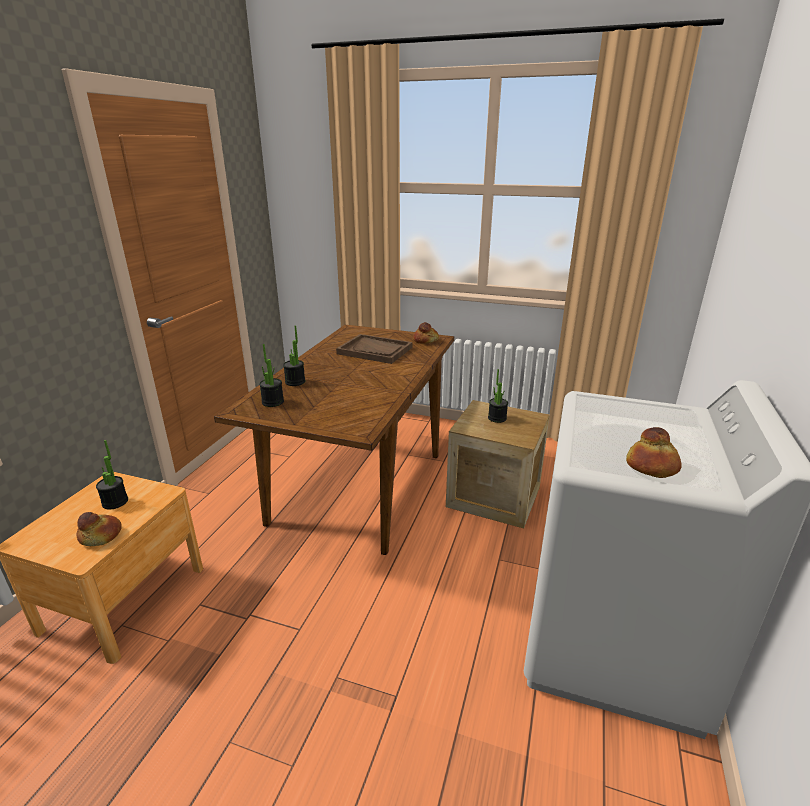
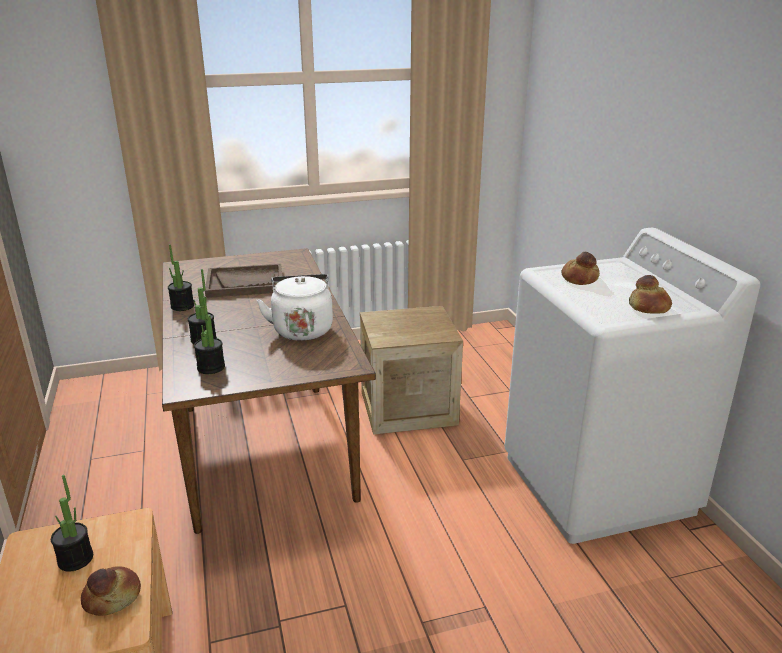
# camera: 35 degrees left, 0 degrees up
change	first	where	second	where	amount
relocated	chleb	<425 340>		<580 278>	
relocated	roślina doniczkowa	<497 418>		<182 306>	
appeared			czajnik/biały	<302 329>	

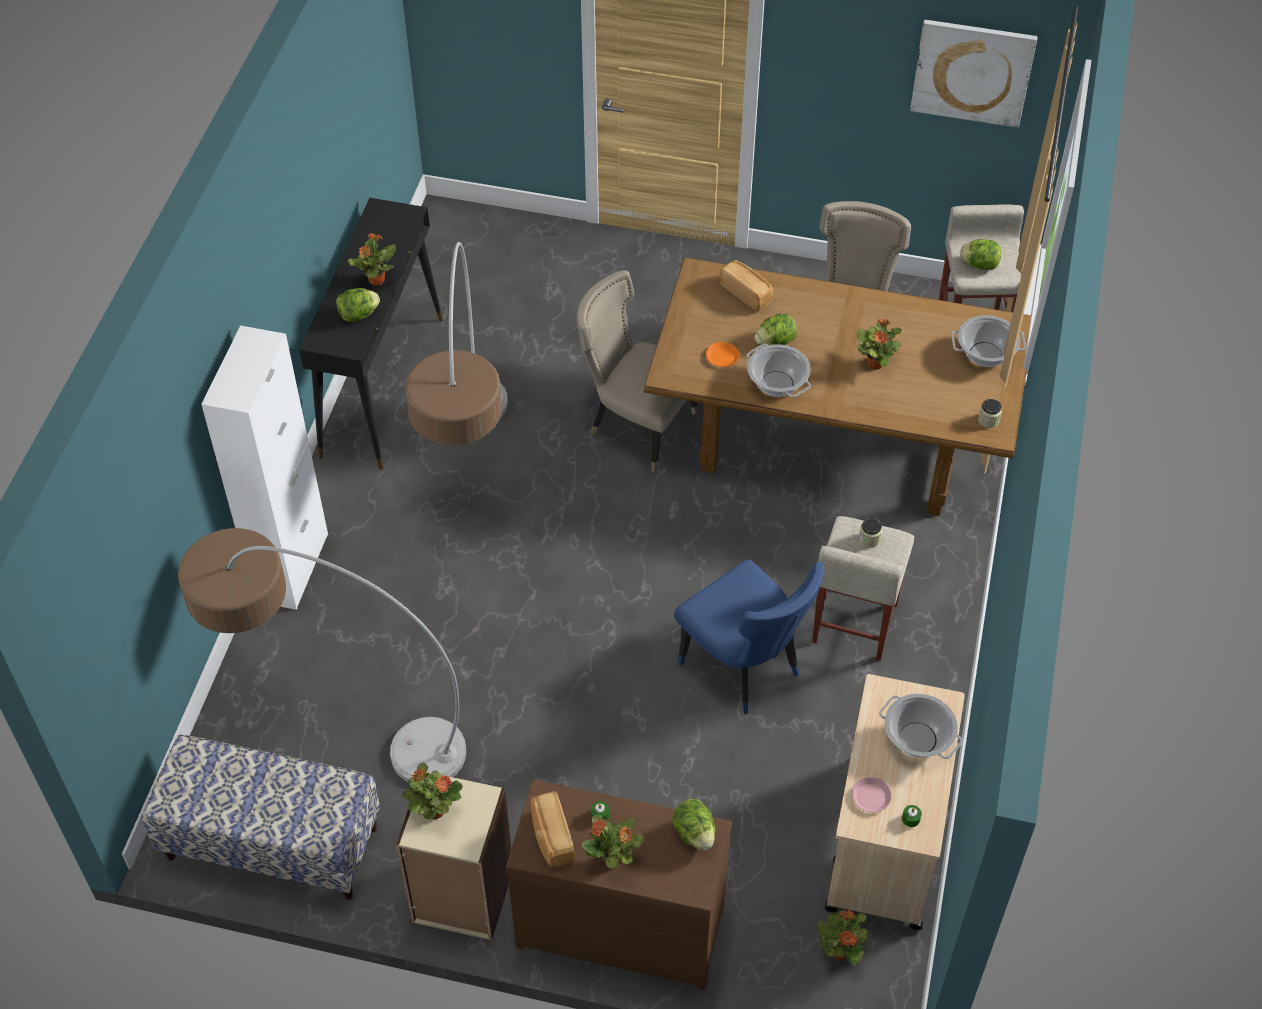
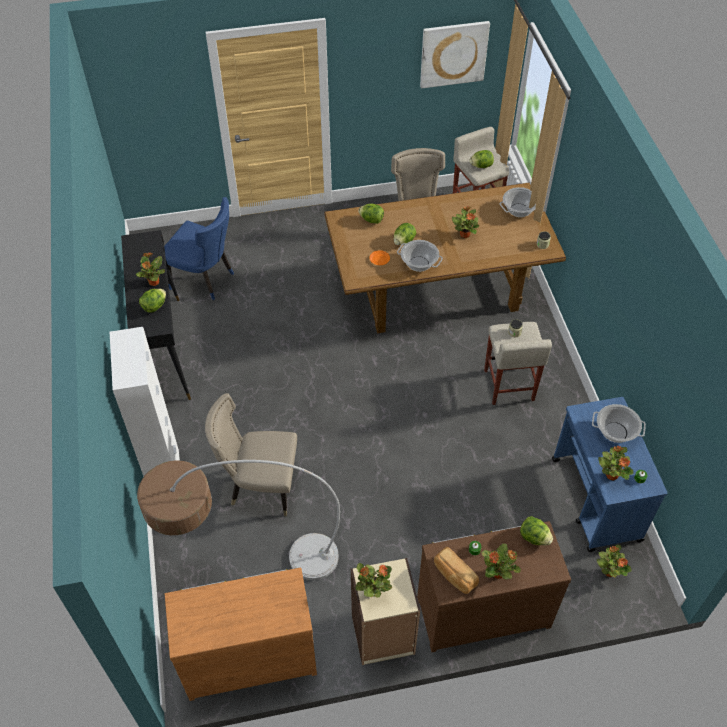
# camera: 25 degrees left, 0 degrees up
change	first	where	second	where	amount
missing	lampa stojąca	<471 474>			
exchanged	chleb	<746 293>	sałata	<371 220>	
relocated	krzesło/beżowy	<637 425>		<260 486>	
relocated	krzesło/niebieski	<745 668>		<205 280>	
colour	wózek/beżowy	<885 842>	wózek/niebieski	<596 500>	
exchanged	ławka	<271 843>	komoda/brązowy	<248 654>	
exchanged	talerz/różowy	<871 797>	roślina doniczkowa	<611 475>	

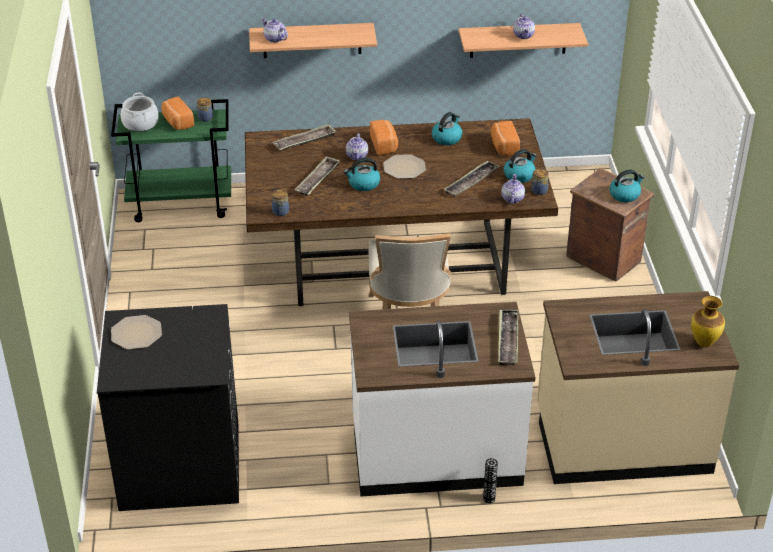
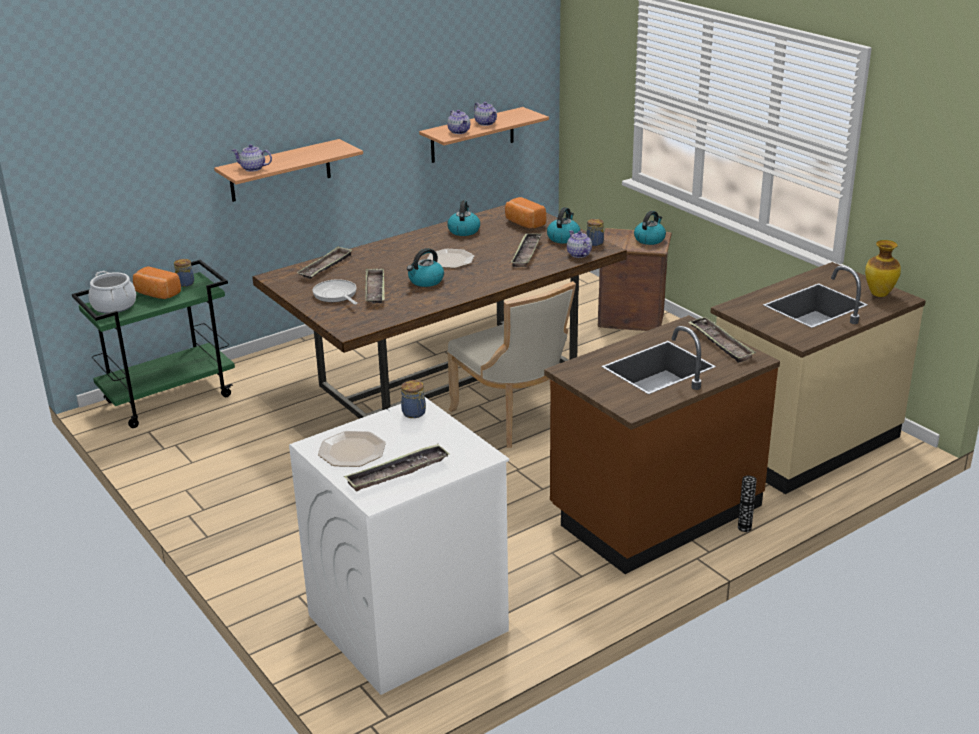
# camera: 30 degrees left, 10 degrees down
change	first	where	second	where	amount
missing	chleb	<384 145>			
relocated	imbryk	<357 156>		<459 131>	
relocated	słoik	<280 212>		<414 413>	
colour	zabudowa kuchenna/biały	<436 452>	zabudowa kuchenna/brązowy	<654 510>	
colour	pralka/czarny	<179 466>	pralka/biały	<407 624>	
appeared			patelnia	<336 295>	
appeared			taca	<397 472>	

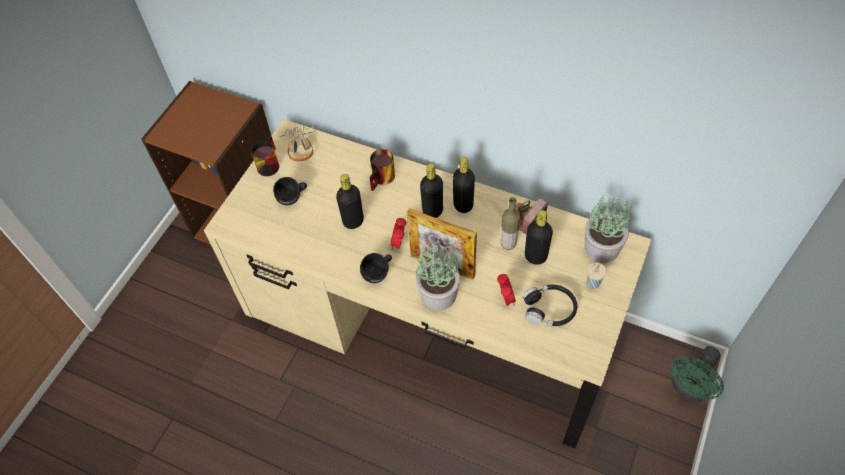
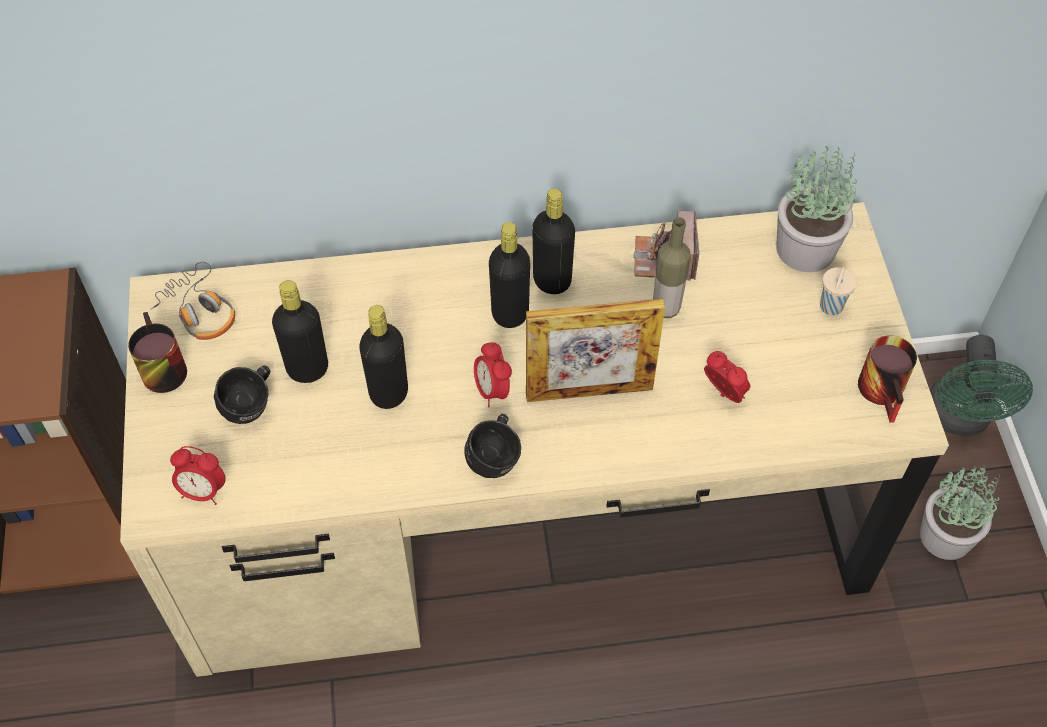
# camera: 35 degrees left, 0 degrees up
change	first	where	second	where	amount
relocated	kubek	<383 179>		<886 393>	
relocated	butelka/czarny	<535 256>		<307 369>	
relocated	roślina doniczkowa	<439 294>		<946 535>	
missing	słuchawki/czarny	<549 309>			
appeared			budzik	<203 491>	

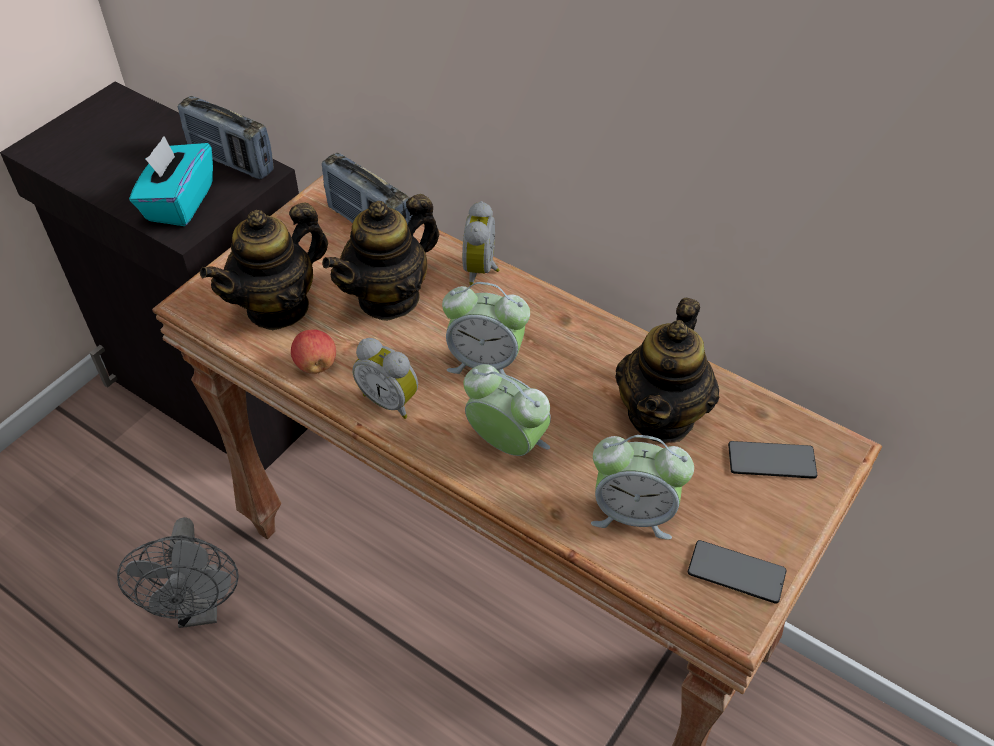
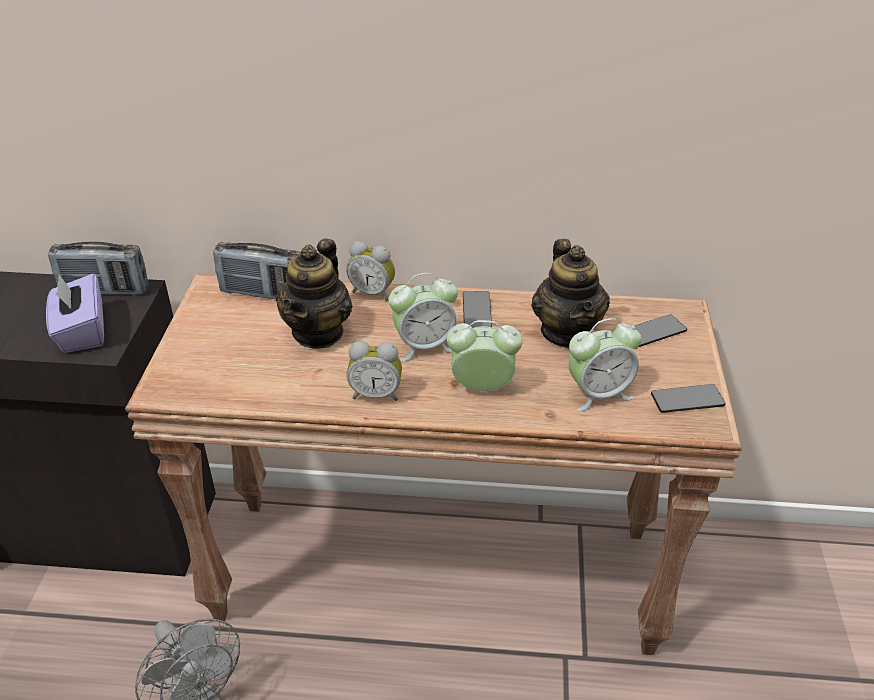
# camera: 30 degrees left, 10 degrees down
change	first	where	second	where	amount
colour	pudełko chusteczek/turkusowy	<179 202>	pudełko chusteczek/fioletowy	<82 332>	
spun	budzik	<483 270>		<373 292>	45 degrees counterclockwise
missing	imbryk	<278 307>			
missing	jabłko	<316 364>			
appeared			telefon	<477 311>	

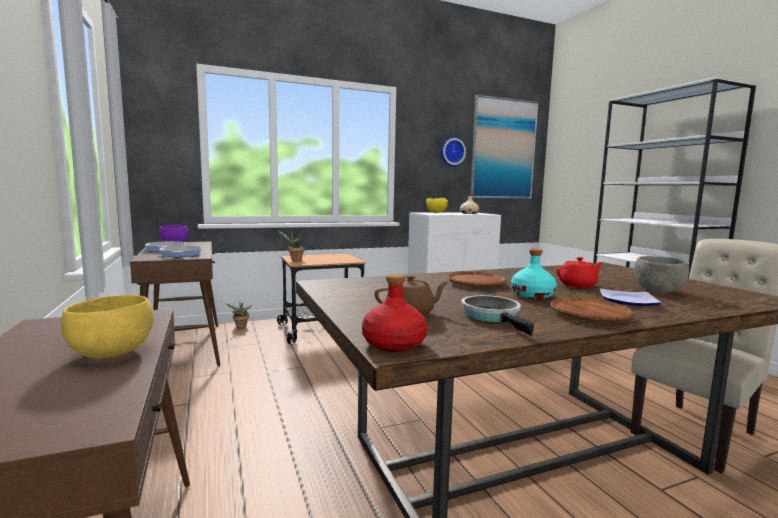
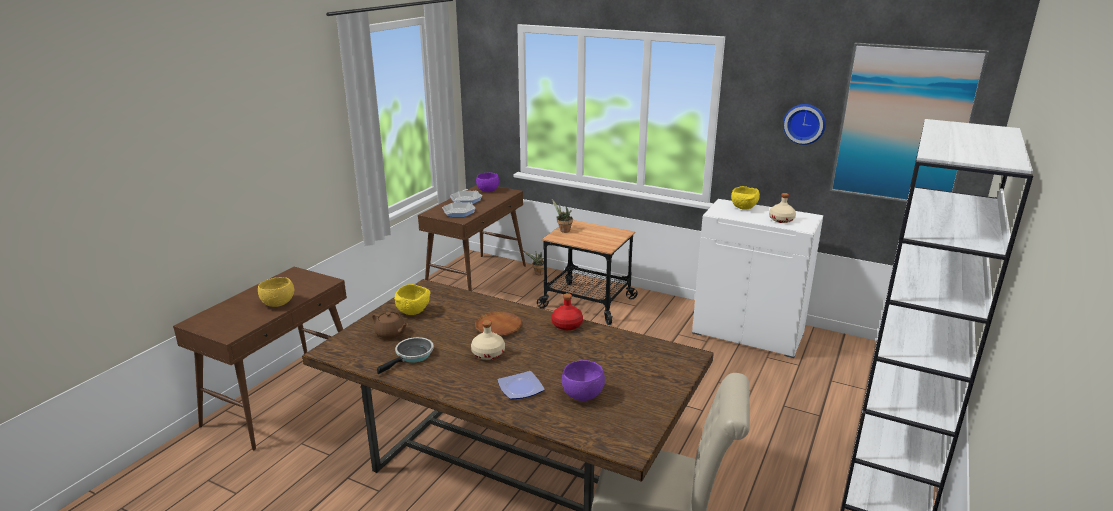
# camera: 50 degrees right, 15 degrees up
change	first	where	second	where	amount
colour	butelka/turkusowy	<532 295>	butelka/beżowy	<488 353>	
colour	miska/szary	<657 291>	miska/fioletowy	<582 395>	
missing	imbryk/czerwony	<578 285>			
relocated	butelka/czerwony	<393 344>		<566 325>	
missing	talerz/brązowy	<589 315>			
appeared			miska/żółty	<413 312>	

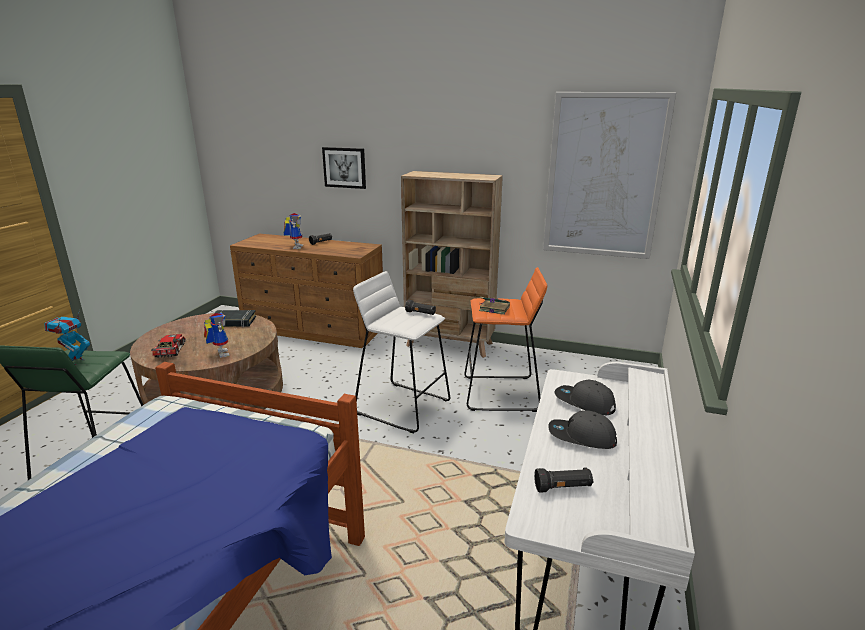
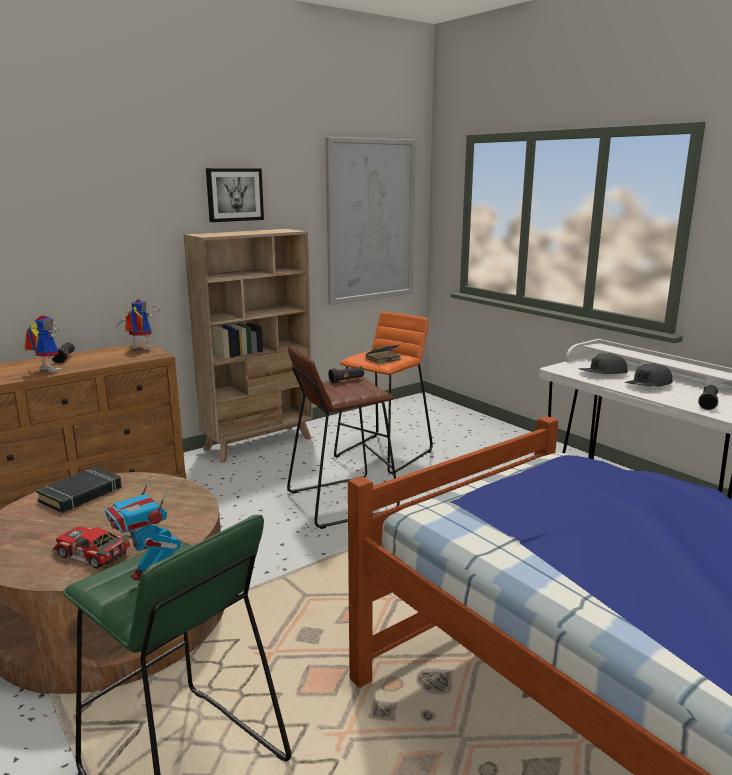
# camera: 55 degrees left, 5 degrees down
change	first	where	second	where	amount
relocated	obraz	<344 167>		<234 194>	
colour	stołek/biały	<402 406>	stołek/brązowy	<340 501>	
relocated	robot zabawkowy	<219 353>		<139 349>	

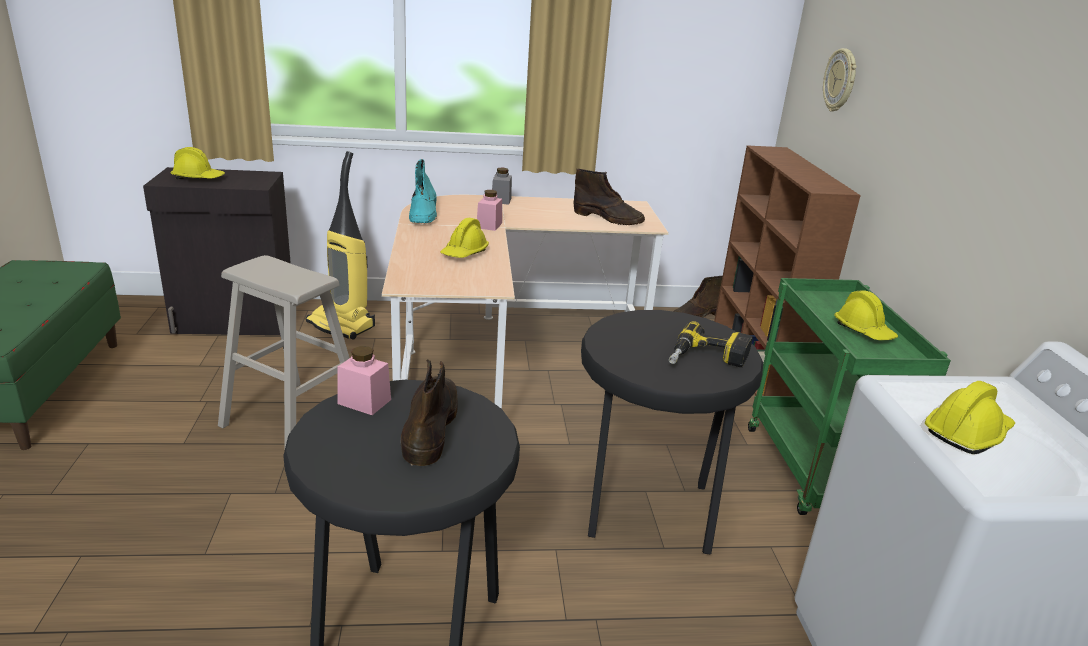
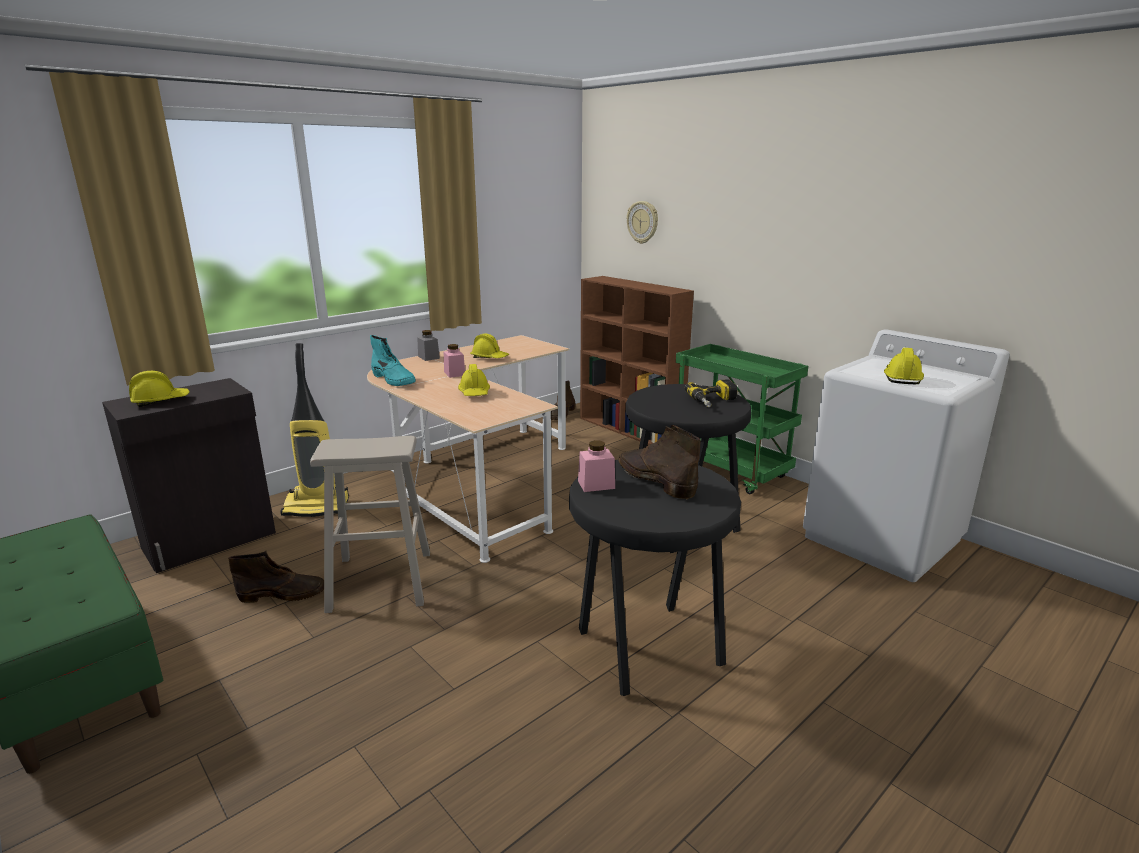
# camera: 35 degrees left, 5 degrees down
change	first	where	second	where	amount
relocated	but z cholewką/brązowy	<608 218>		<283 594>	
relocated	kask/żółty	<864 331>		<489 357>	

